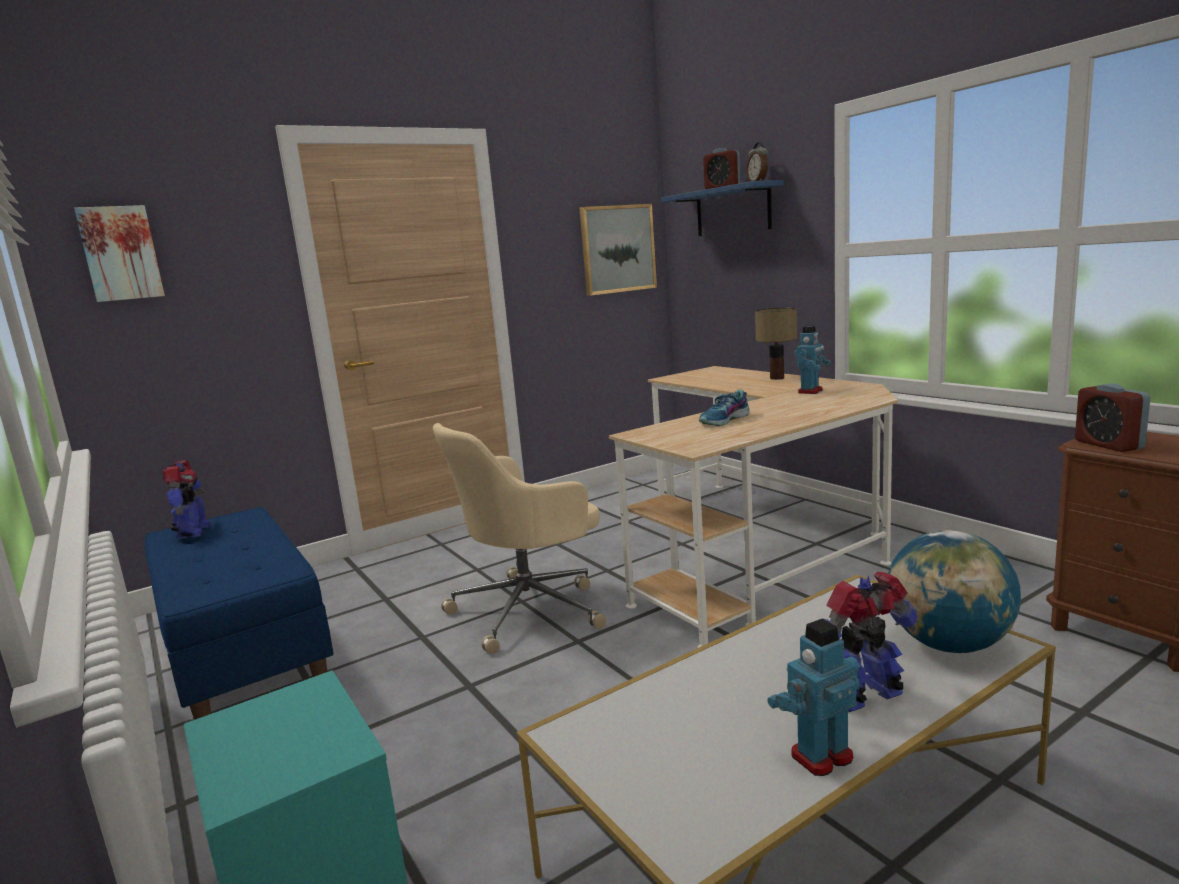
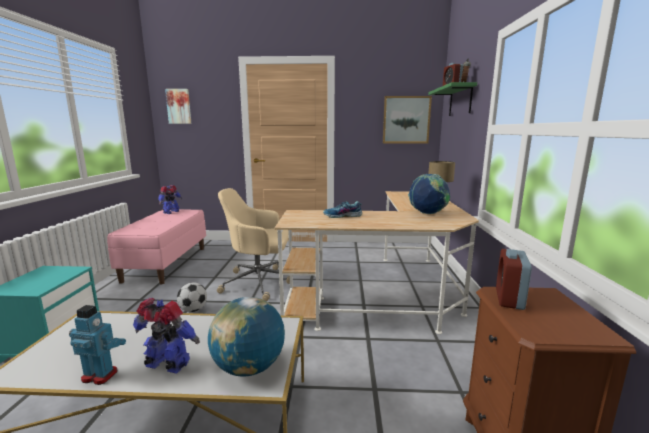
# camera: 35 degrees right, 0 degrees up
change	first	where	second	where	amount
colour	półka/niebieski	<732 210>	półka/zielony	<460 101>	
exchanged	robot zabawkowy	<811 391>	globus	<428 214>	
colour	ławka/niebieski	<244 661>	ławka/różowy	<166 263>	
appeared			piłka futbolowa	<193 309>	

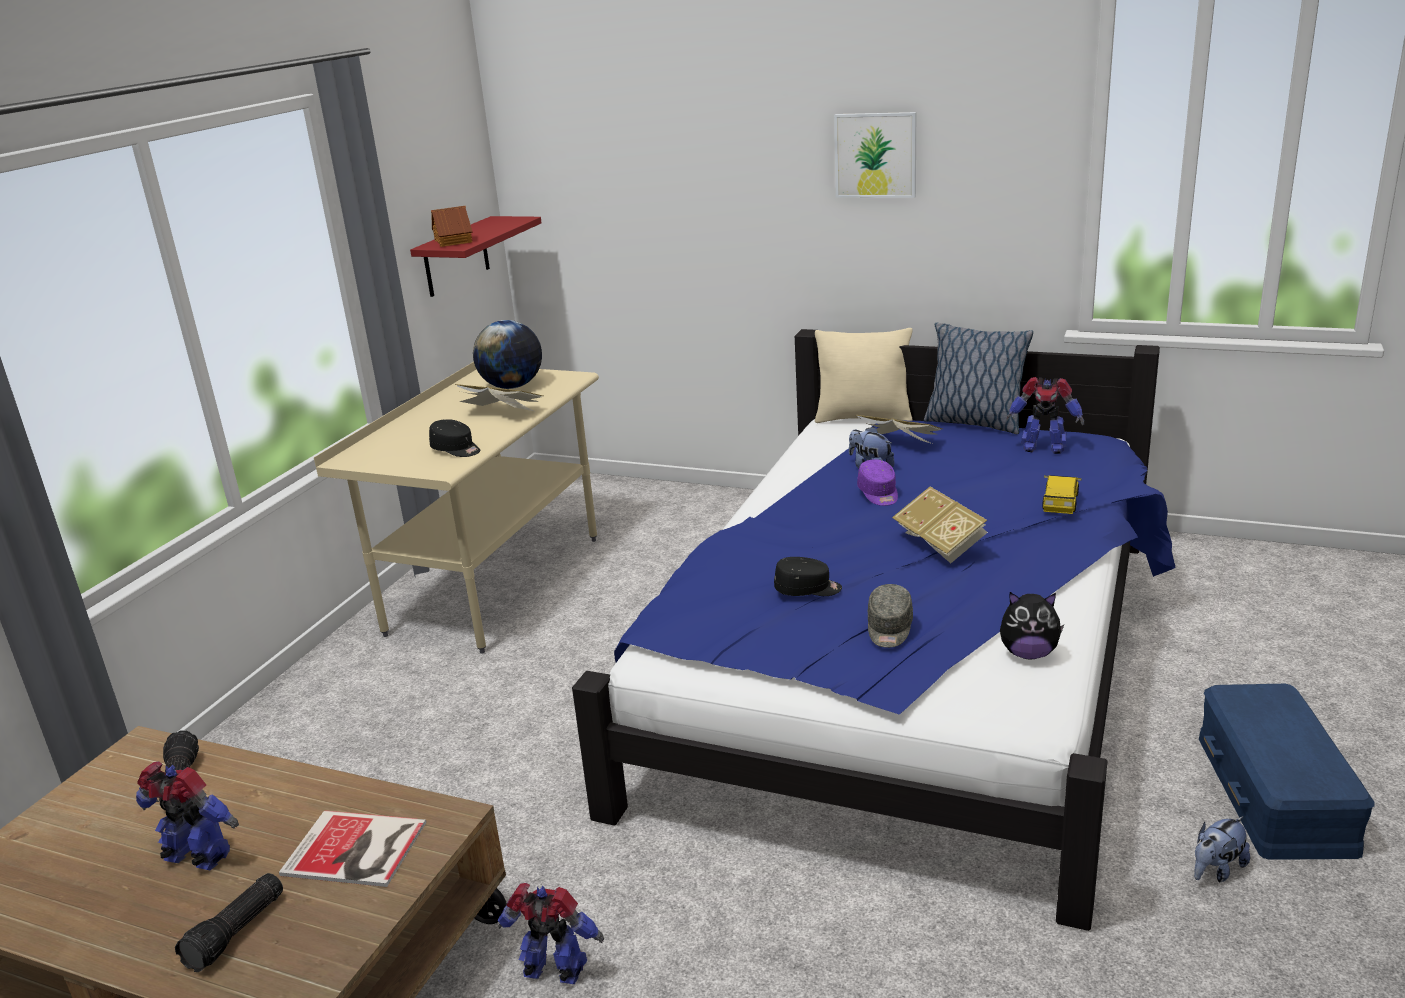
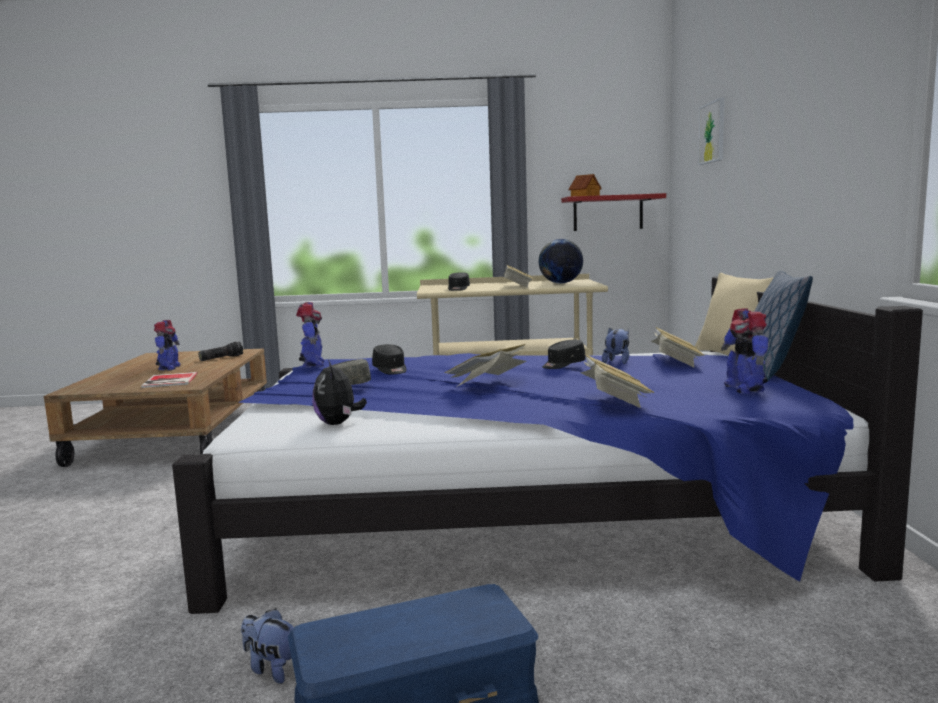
# camera: 65 degrees right, 15 degrees down
change	first	where	second	where	amount
relocated	obraz	<875 155>		<712 132>	
colour	czapka z daszkiem/fioletowy	<878 494>	czapka z daszkiem/czarny	<563 365>	
exchanged	samochodzik	<1060 502>	książka	<614 399>	
missing	latarka	<237 933>			
relocated	robot zabawkowy	<554 972>		<312 365>	

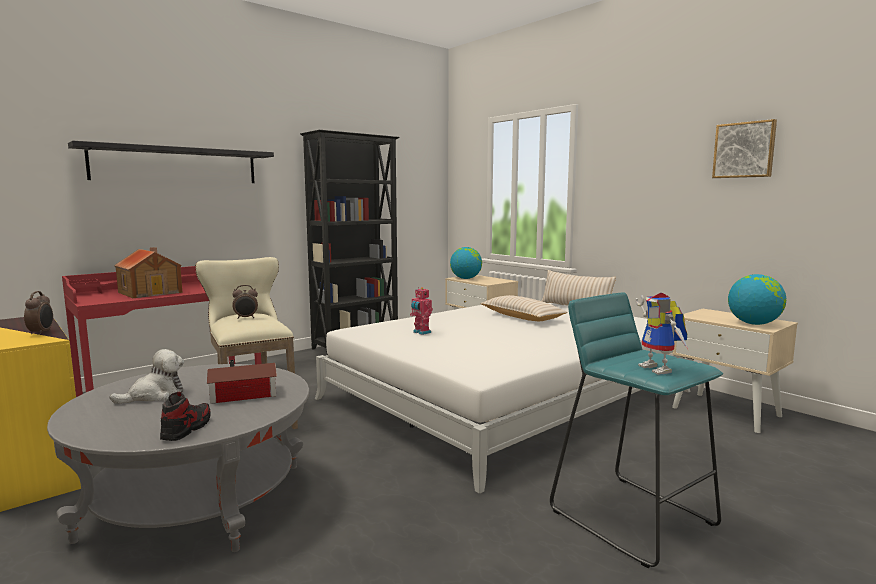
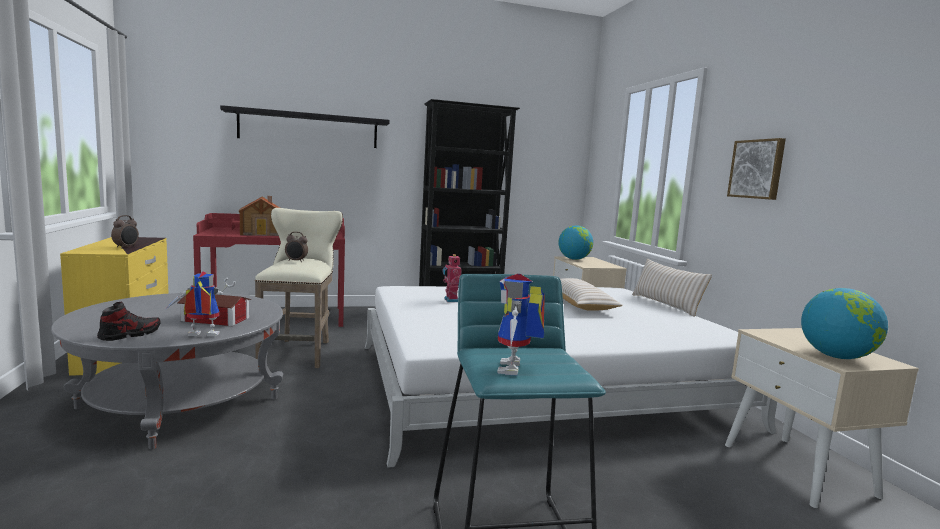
# camera: 25 degrees right, 0 degrees up
change	first	where	second	where	amount
relocated	obraz	<744 150>		<757 169>	
missing	pluszak	<154 395>			
appeared			robot zabawkowy	<199 336>	

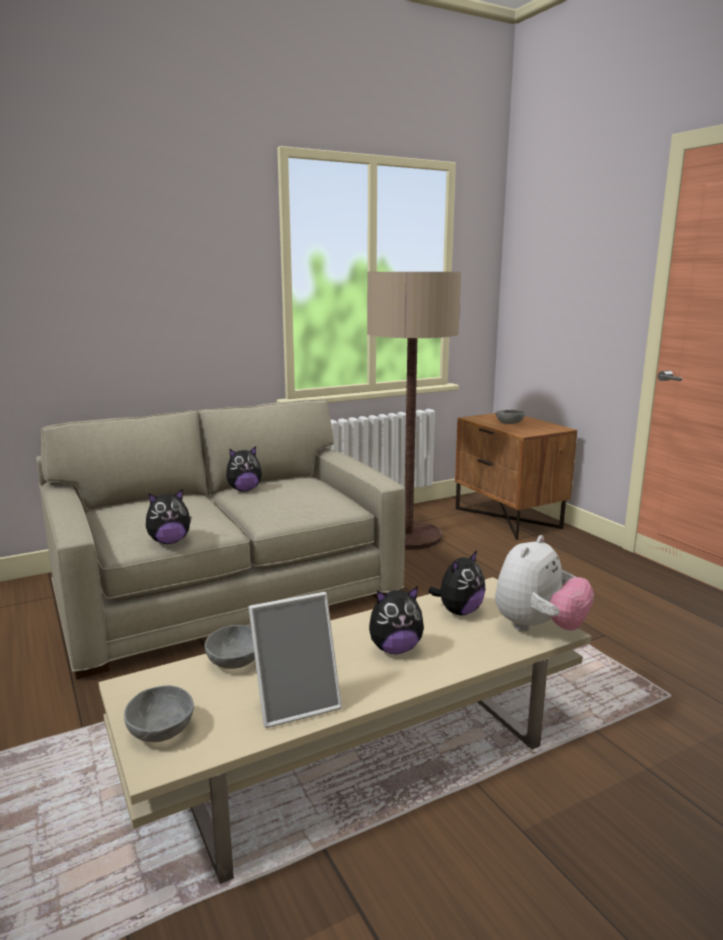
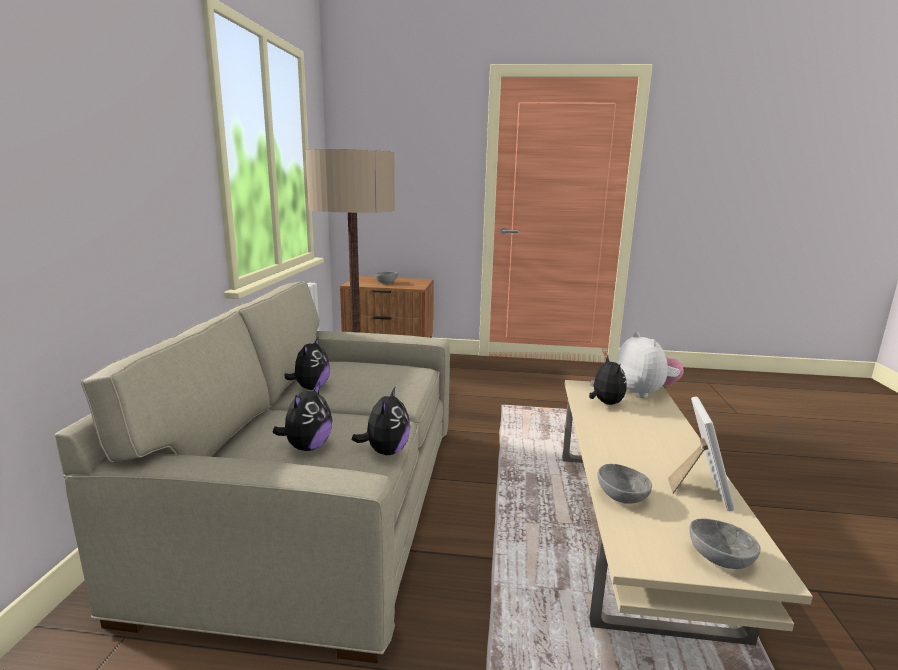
# camera: 55 degrees left, 0 degrees up
change	first	where	second	where	amount
relocated	pluszak	<395 649>		<307 447>	

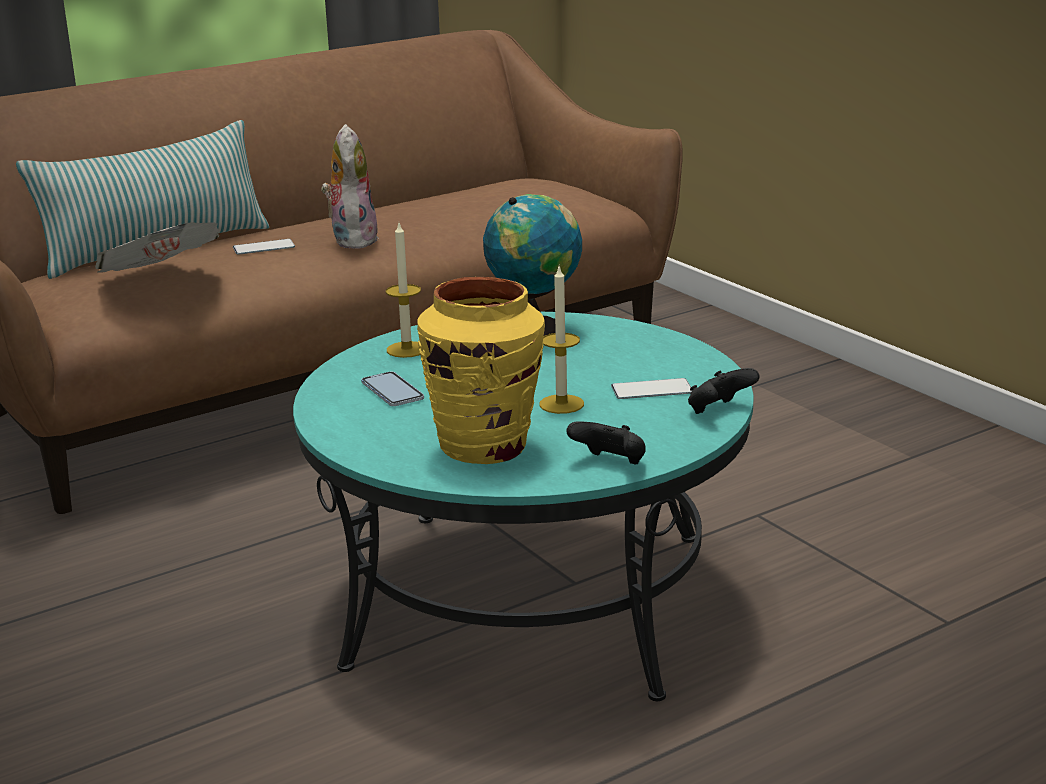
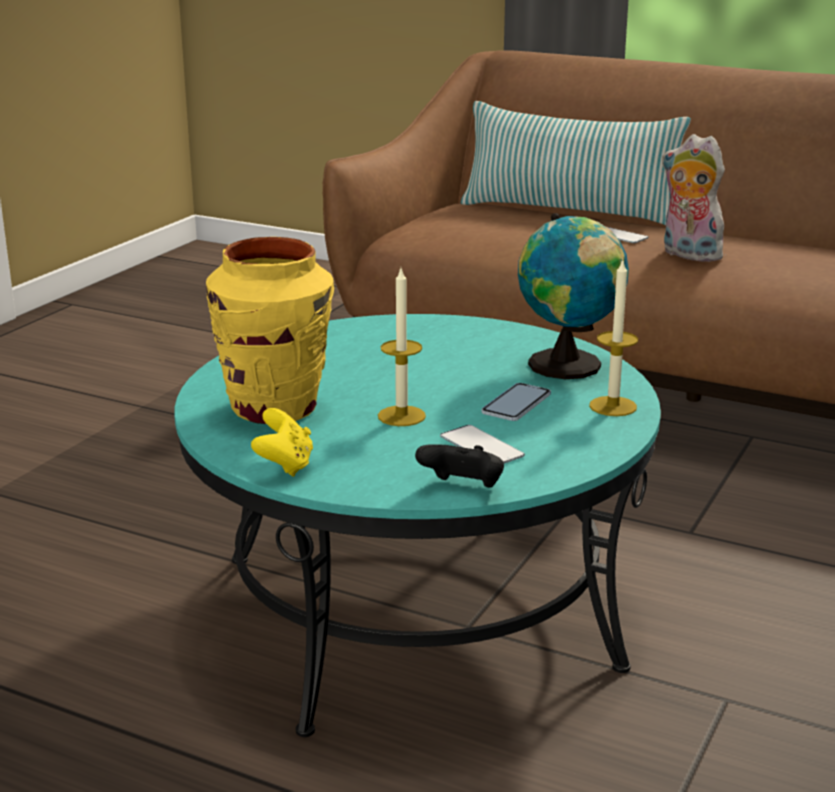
# camera: 60 degrees right, 0 degrees up
change	first	where	second	where	amount
spun	pluszak	<352 240>		<687 255>	105 degrees counterclockwise
missing	gazeta	<161 282>			
relocated	świeca	<406 349>		<613 406>	
relocated	telefon	<392 391>		<516 404>	
colour	pad do gier/czarny	<610 464>	pad do gier/żółty	<285 465>	

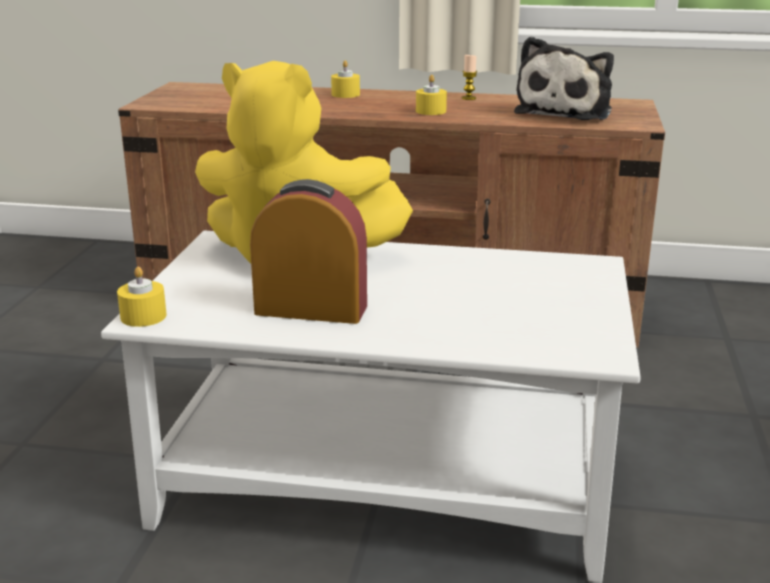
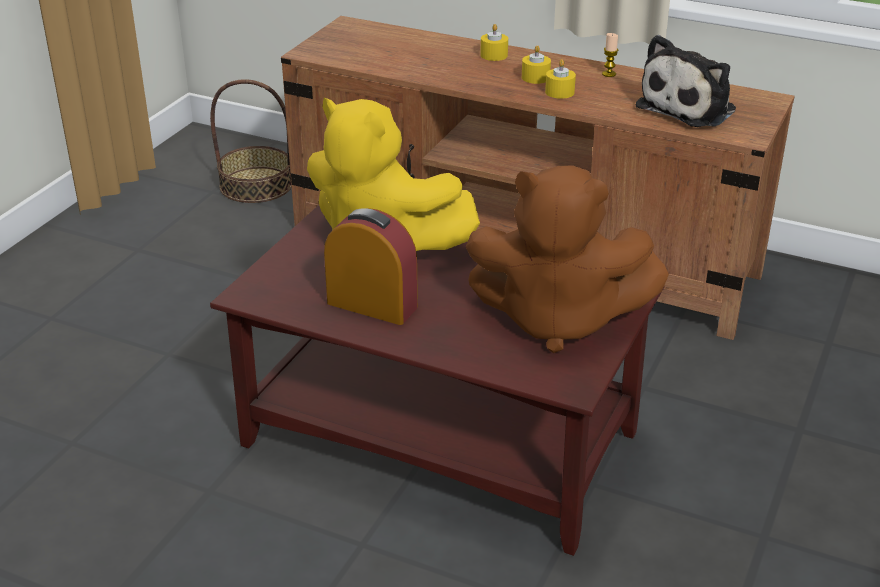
# camera: 15 degrees right, 10 degrees up
change	first	where	second	where	amount
colour	ława/biały	<380 483>	ława/brązowy	<436 439>	
relocated	świeca/żółty	<143 316>		<535 77>	
appeared			koszyk	<256 185>	
appeared			pluszak/brązowy	<557 319>	

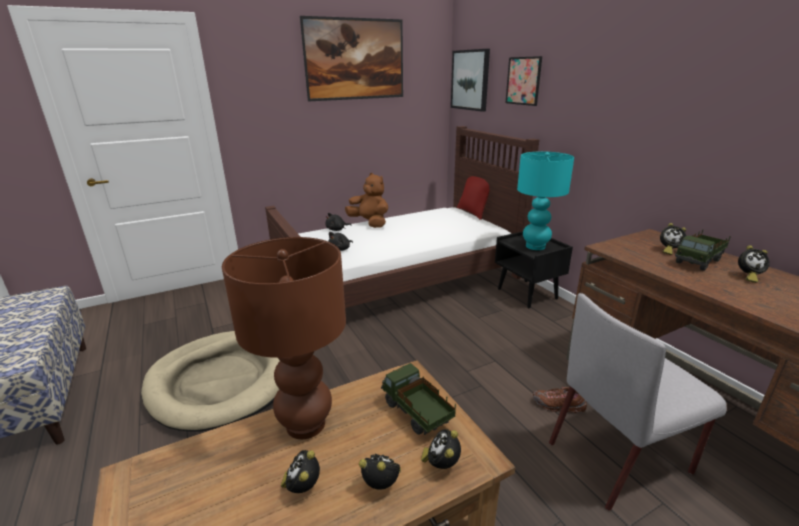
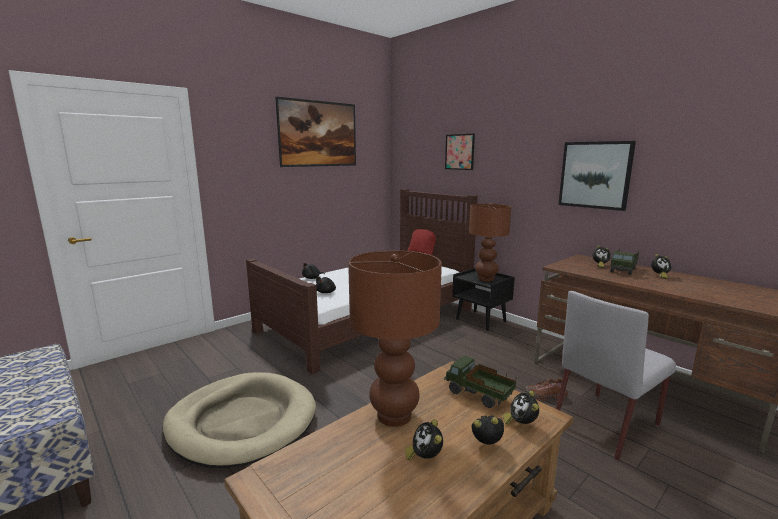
# camera: 15 degrees left, 10 degrees down
change	first	where	second	where	amount
relocated	obraz	<470 80>		<595 175>	
colour	lampa stołowa/turkusowy	<536 246>	lampa stołowa/brązowy	<486 279>	
missing	pluszak/brązowy	<370 223>			

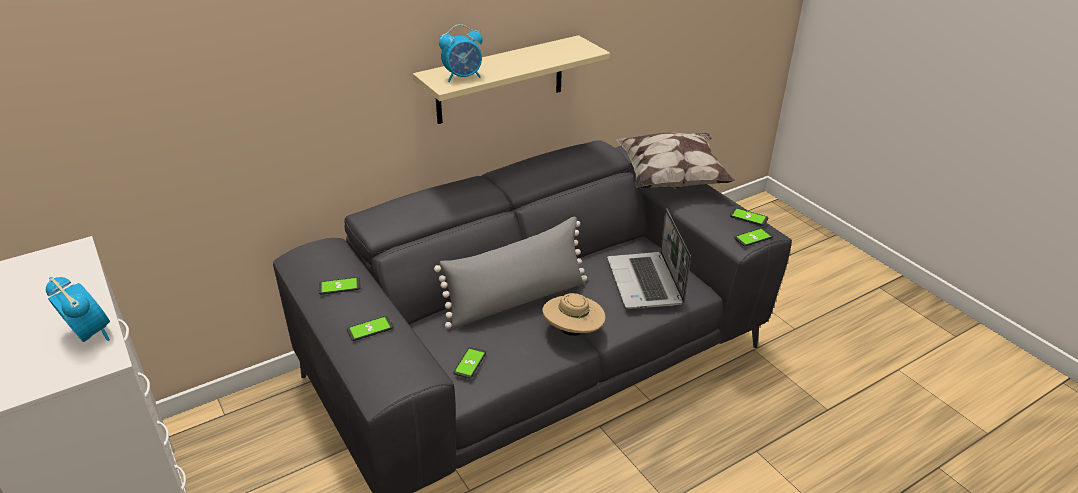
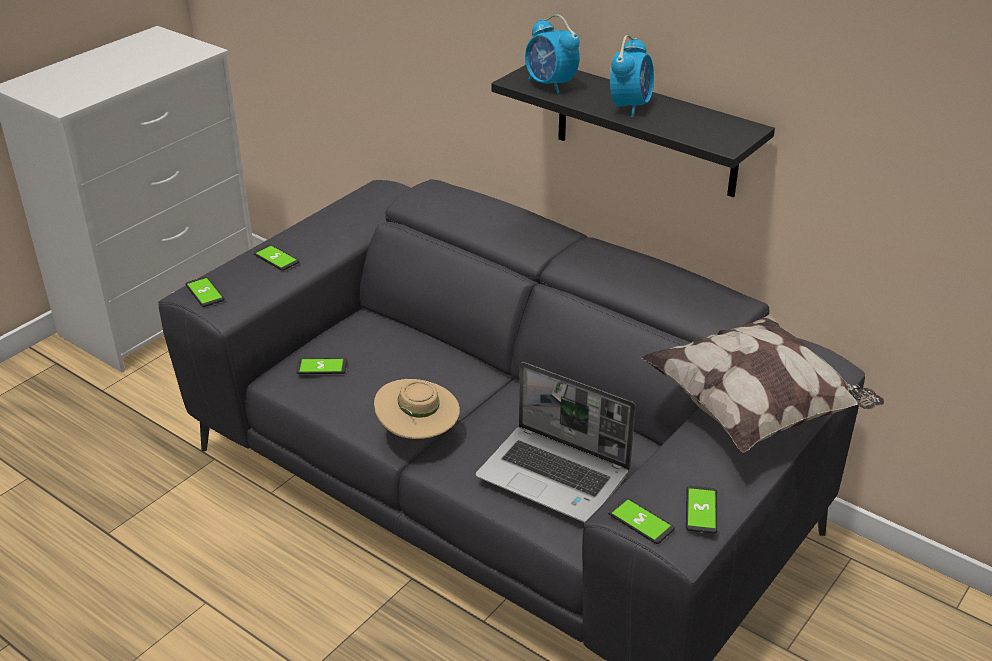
# camera: 70 degrees right, 0 degrees up
change	first	where	second	where	amount
colour	półka/beżowy	<500 80>	półka/czarny	<646 129>	
spun	laptop	<646 283>		<555 476>	120 degrees counterclockwise
missing	poduszka/szary	<516 300>			
relocated	budzik	<89 334>		<630 106>	
relocated	telefon	<339 286>		<205 292>	

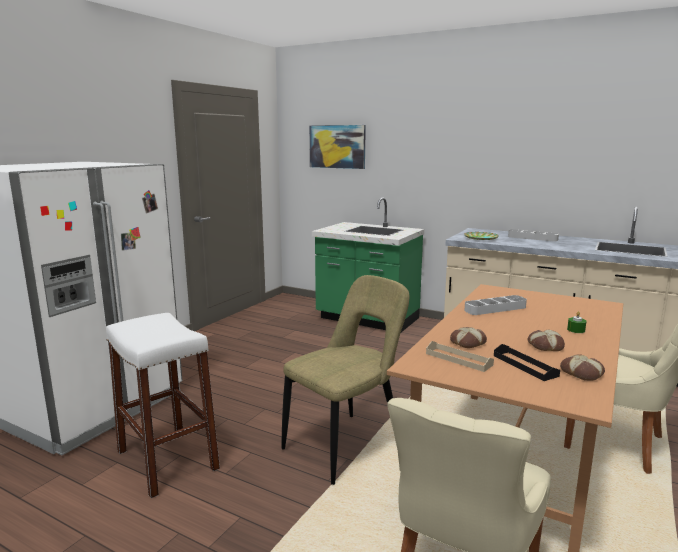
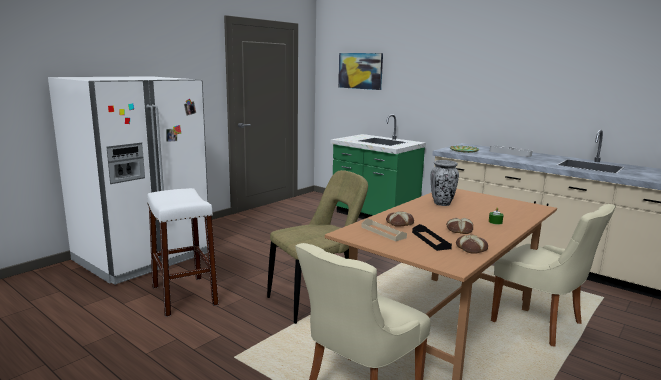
# camera: 10 degrees right, 0 degrees up
change	first	where	second	where	amount
exchanged	taca/szary	<495 309>	wazon	<442 203>	

